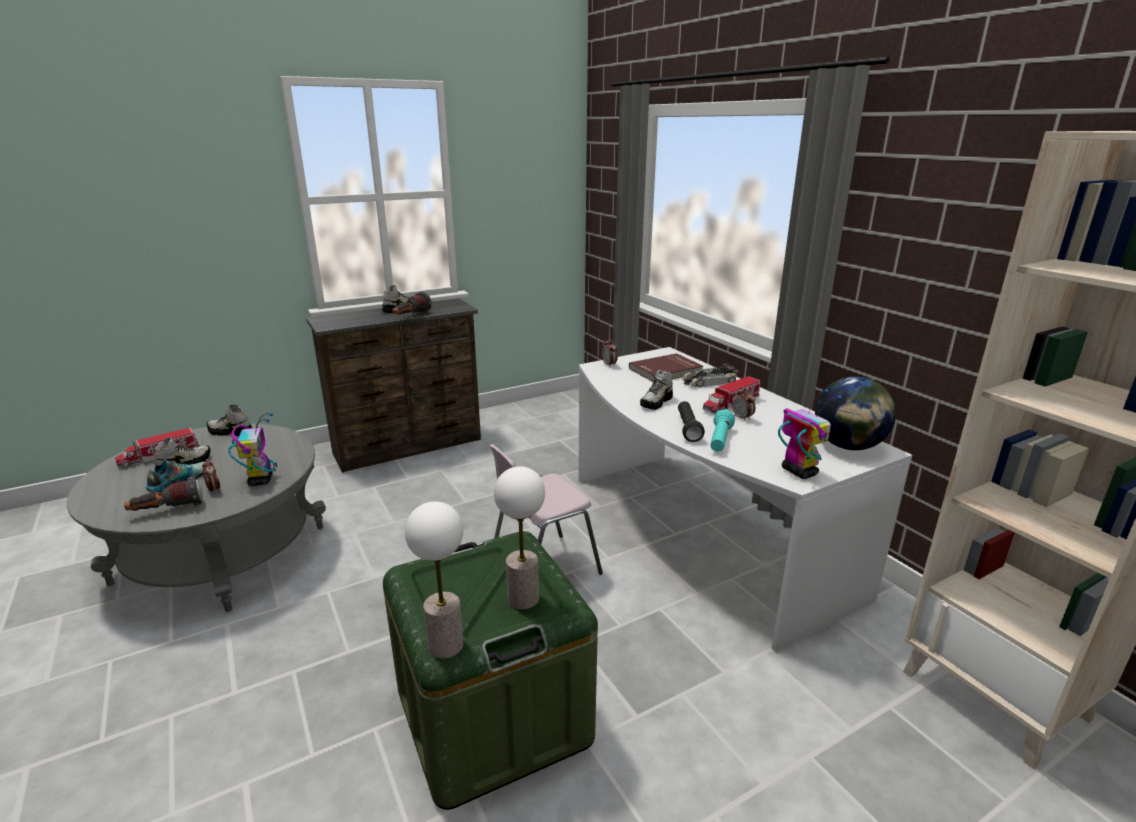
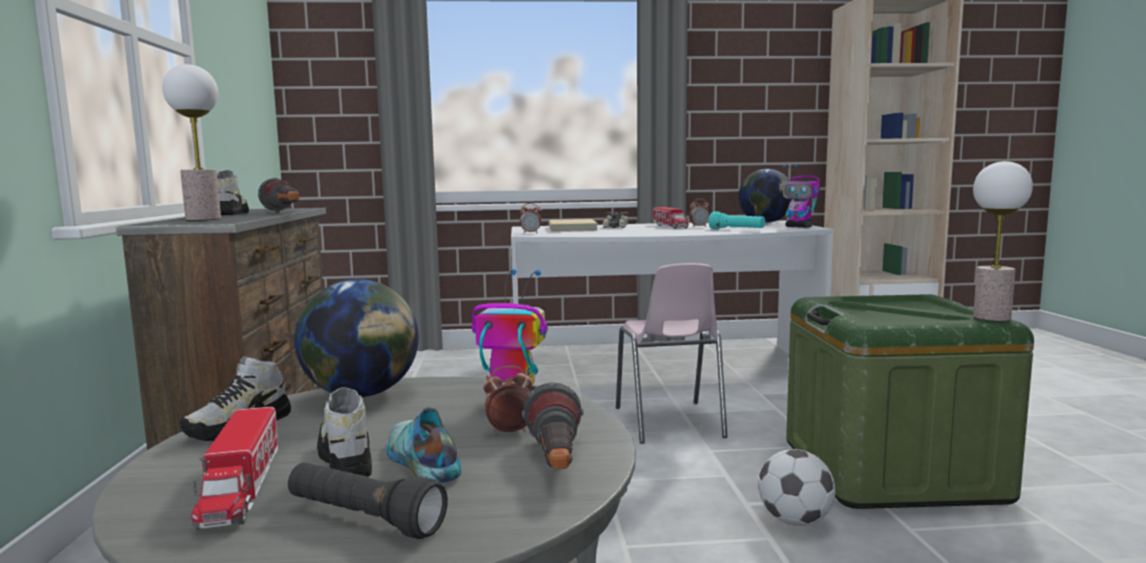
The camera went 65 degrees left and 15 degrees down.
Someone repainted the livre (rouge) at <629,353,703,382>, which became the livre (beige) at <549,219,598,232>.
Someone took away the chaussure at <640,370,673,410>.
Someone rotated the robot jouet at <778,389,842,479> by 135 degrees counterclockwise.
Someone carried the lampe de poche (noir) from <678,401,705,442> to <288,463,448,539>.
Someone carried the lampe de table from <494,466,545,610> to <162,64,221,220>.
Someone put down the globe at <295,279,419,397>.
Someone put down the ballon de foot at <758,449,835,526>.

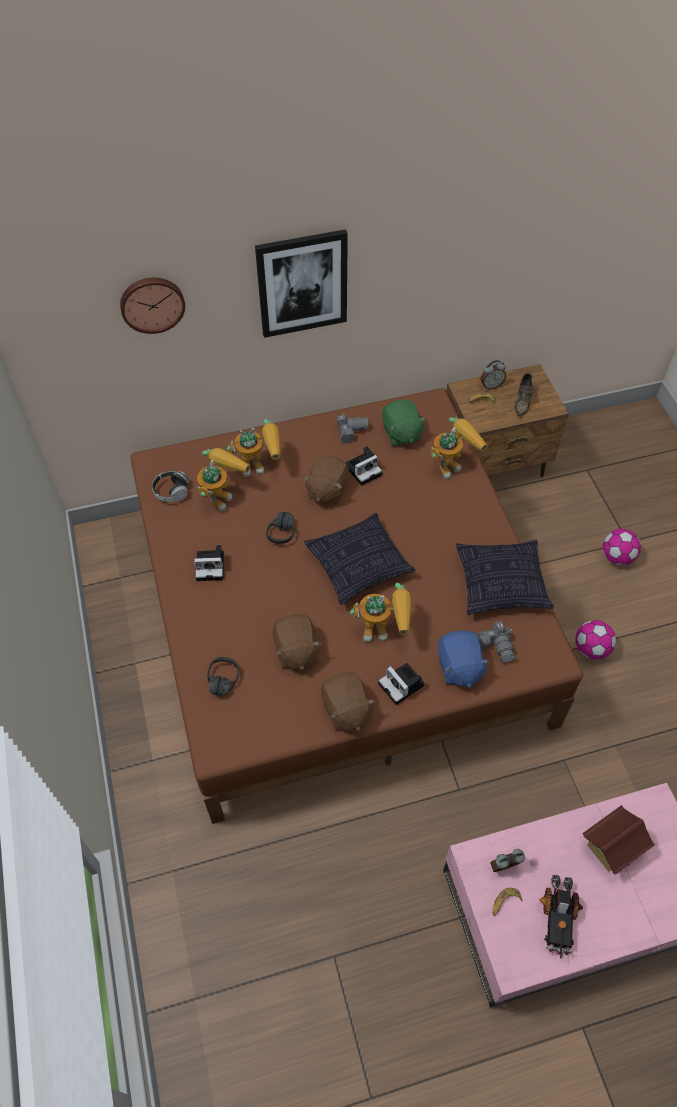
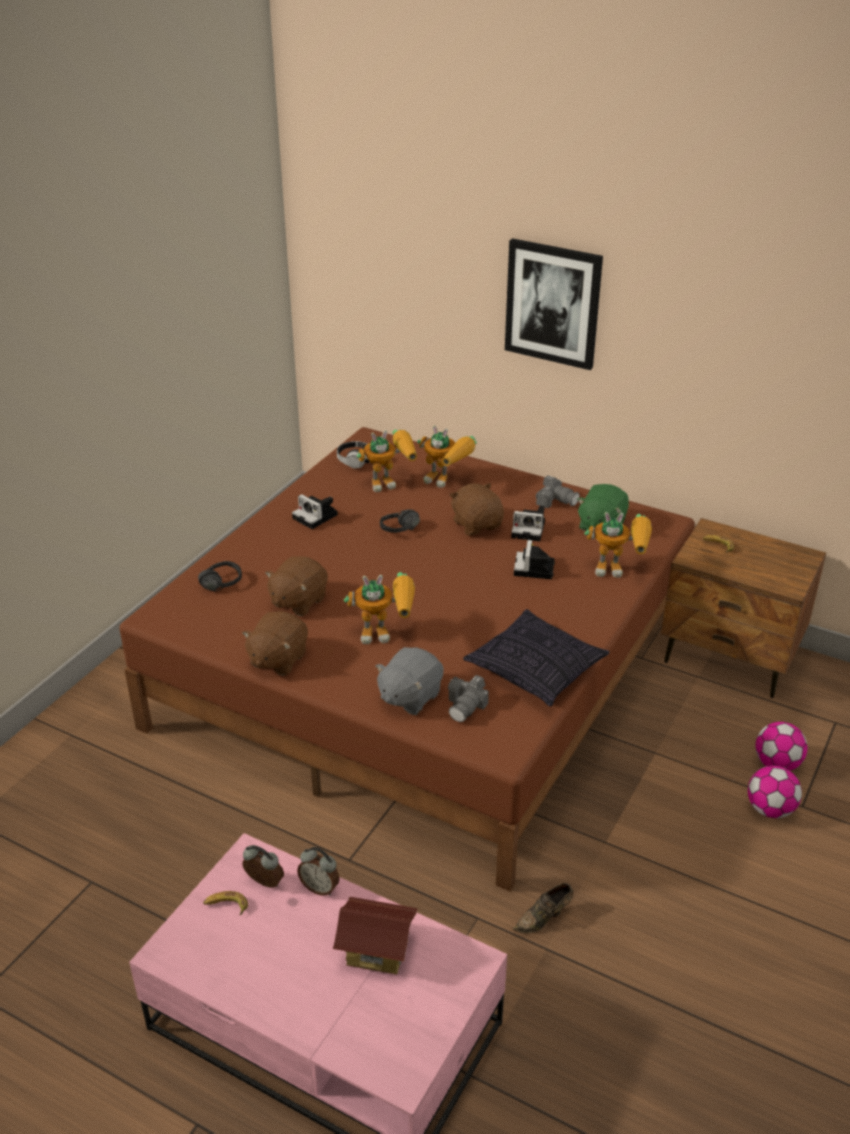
The camera went 45 degrees right and 20 degrees down.
Someone took away the horloge murale at <120,278,185,334>.
Someone carried the réveil from <481,360,506,390> to <297,847,339,896>.
Someone carried the chaussure (marron) from <514,373,534,416> to <512,883,573,934>.
Someone rotated the peluche (marron) at <303,456,349,504> by 90 degrees clockwise.
Someone took away the coussin at <304,513,416,605>.
Someone rotated the robot jouet at <350,583,411,642> by 45 degrees counterclockwise.
Someone carried the ballon de foot from <575,620,616,659> to <755,722,807,771>.
Someone repainted the peluche (bleu) at <438,630,491,688>, which became the peluche (gris) at <375,647,444,715>.
Someone carried the appareil photo from <378,663,425,705> to <514,540,555,579>.
Someone took away the camion jouet at <539,875,583,958>.

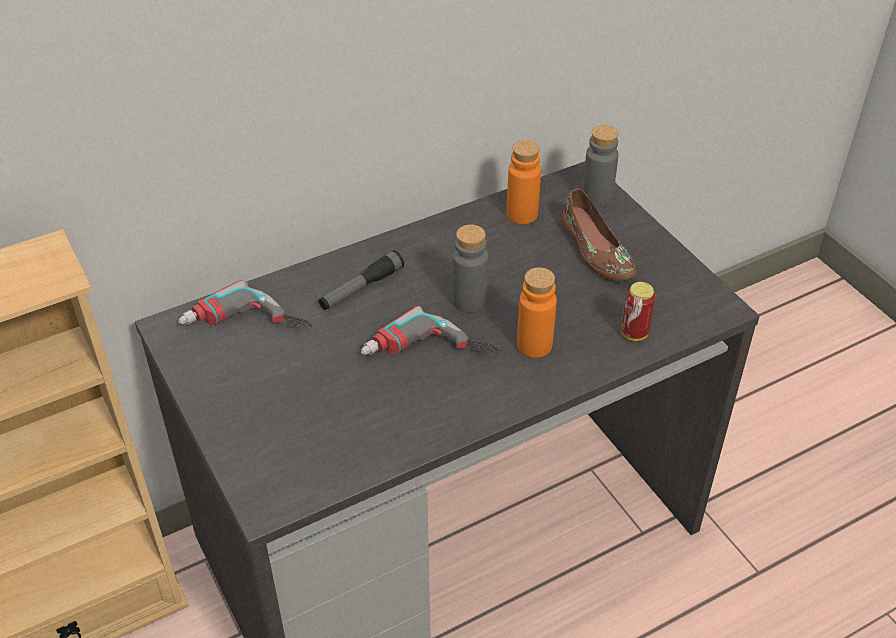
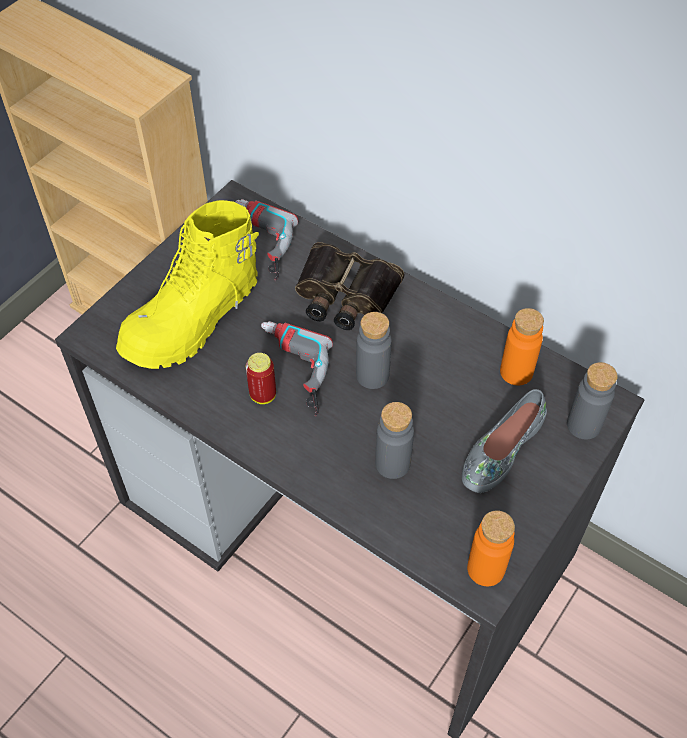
The camera went 65 degrees right and 10 degrees up.
Someone repainted the chaussure (marron) at <561,188,637,282>, which became the chaussure (gris) at <462,389,547,493>.
Someone swapped the lampe de poche at <319,250,404,310> for the jumelles at <295,242,404,330>.
Someone carried the bouteille (orange) from <517,267,557,358> to <467,510,515,586>.
Someone carried the boîte métallique from <621,282,656,341> to <246,353,276,404>.
Someone put down the botte (jaune) at <116,200,259,369>.
Someone put down the bouteille (gris) at <375,402,414,479>.

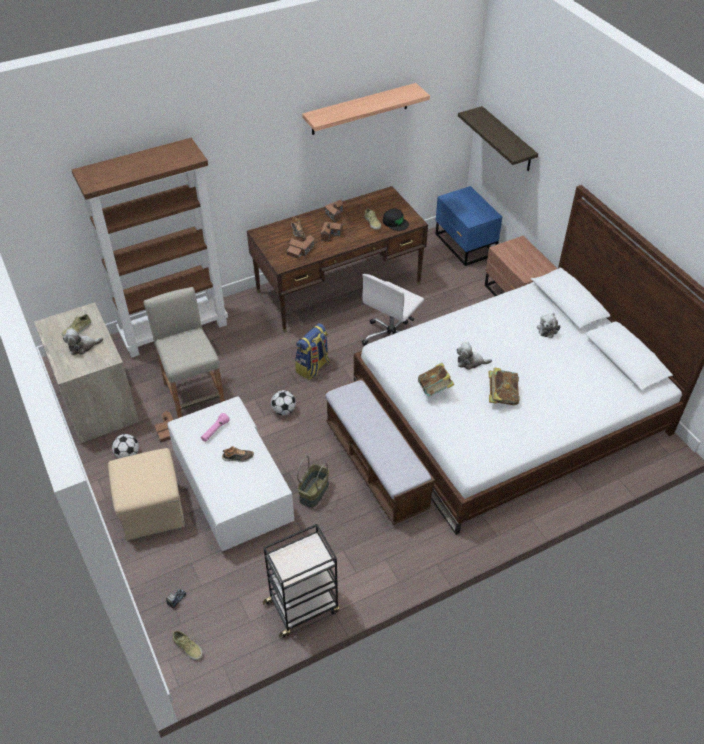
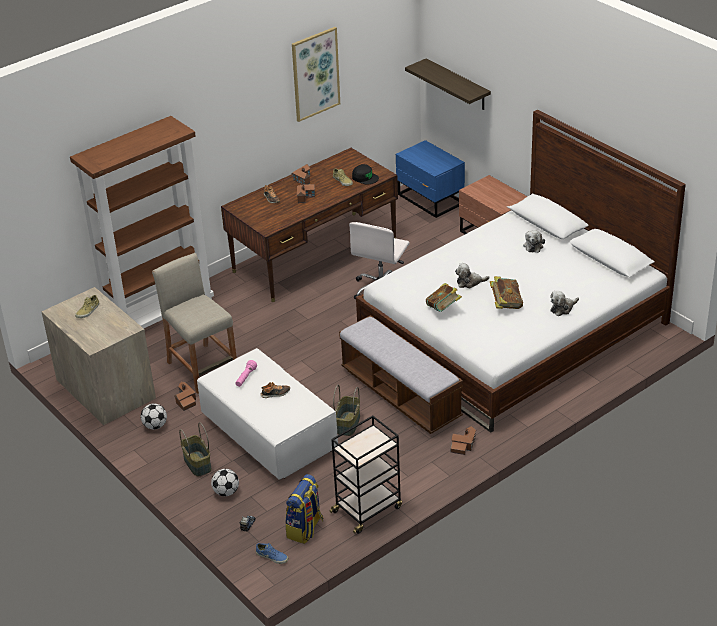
The camera went 10 degrees left and 10 degrees down.
Someone swapped the étagère at <302,83,430,135> for the tableau at <292,27,340,122>.
Someone carried the maison miniature from <287,235,315,259> to <450,426,476,455>.
Someone carried the sac à dos from <295,323,330,380> to <285,474,323,544>.
Someone carried the peluche from <63,328,103,355> to <550,291,579,316>.
Someone carried the ballon de foot from <271,390,296,415> to <211,469,239,496>.
Someone swapped the pouf (beige) at <108,448,185,541> for the panier at <179,422,212,476>.
Someone repainted the chaussure (beige) at <173,631,203,661>, which became the chaussure (bleu) at <256,543,289,564>.

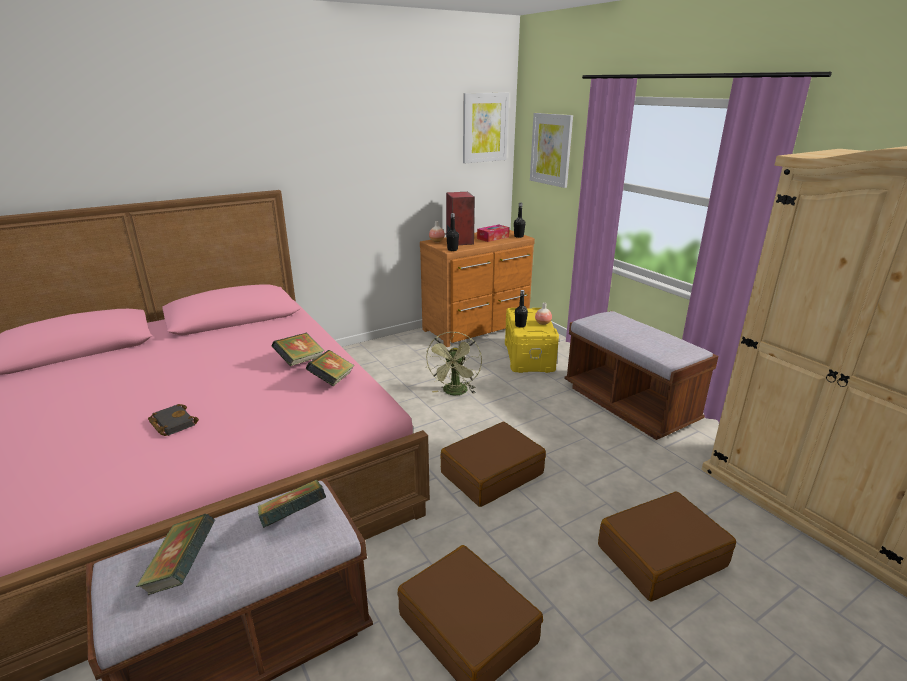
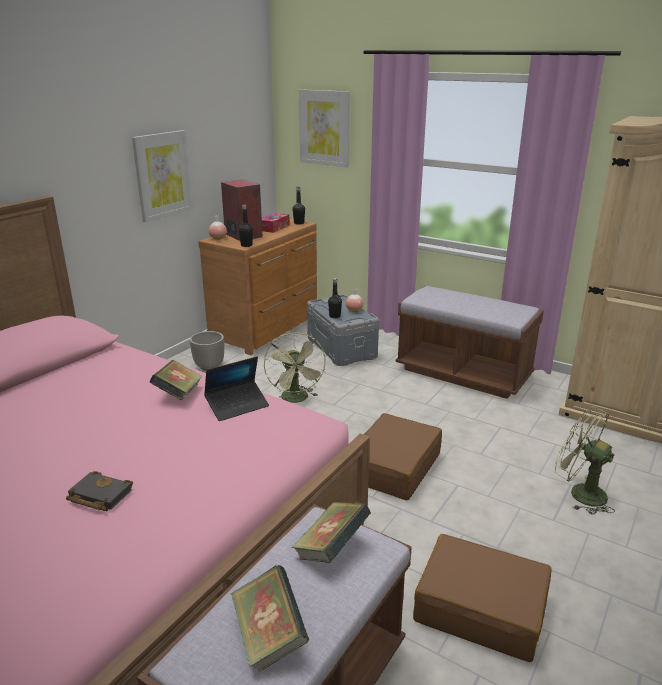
The camera went 25 degrees left and 0 degrees up.
Someone carried the tableau from <463,93,509,163> to <132,130,193,222>.
Someone repainted the boîte de rangement (jaune) at <505,308,559,373>, which became the boîte de rangement (gris) at <307,295,379,366>.
Someone swapped the livre at <306,350,355,386> for the ordinateur portable at <204,357,269,421>.
Someone swapped the valise (marron) at <598,492,736,602> for the ventilateur (vert) at <555,406,615,514>.
Someone put down the cache-pot at <190,331,224,371>.

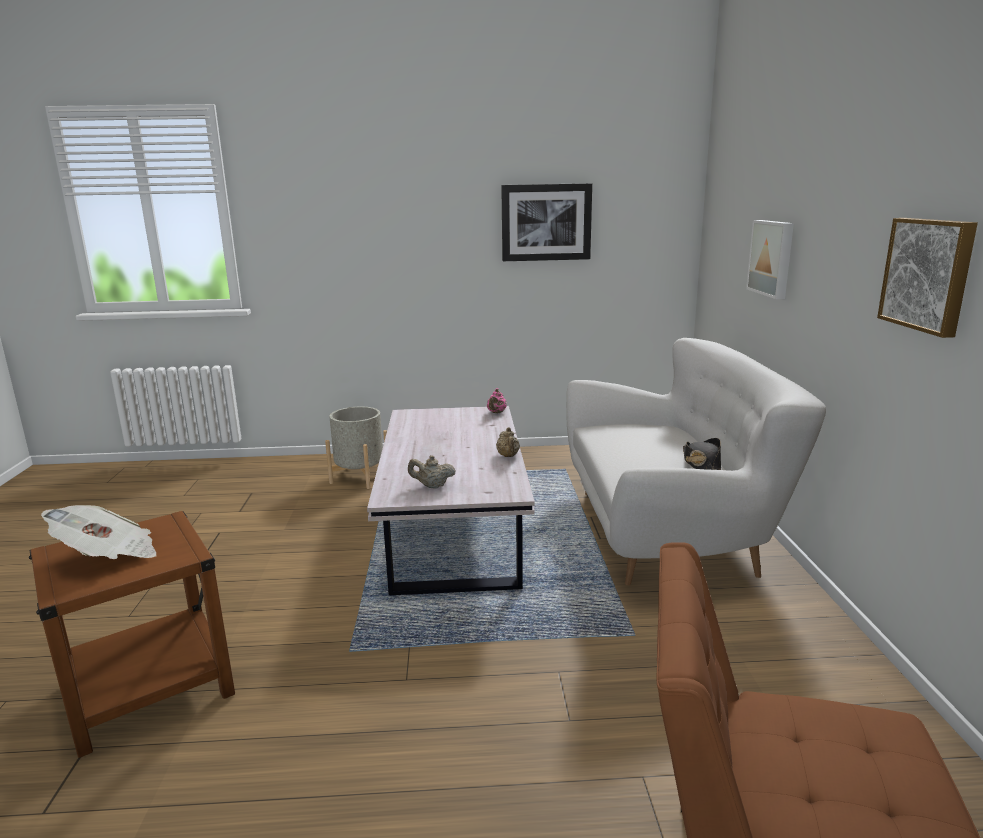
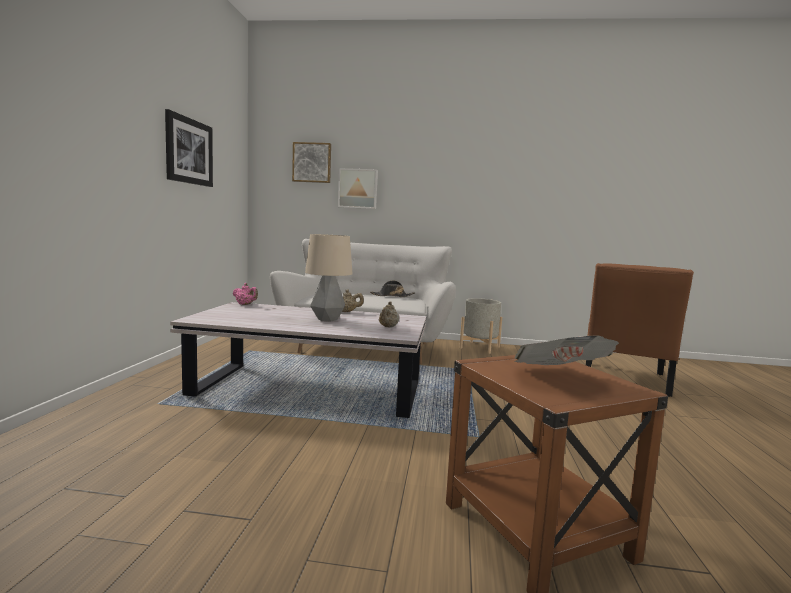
The camera went 80 degrees left and 10 degrees down.
Someone carried the tableau from <877,218,978,338> to <292,142,331,183>.
Someone carried the cache-pot (gris) from <325,407,387,489> to <460,298,502,354>.
Someone put down the lampe de table at <305,234,353,322>.

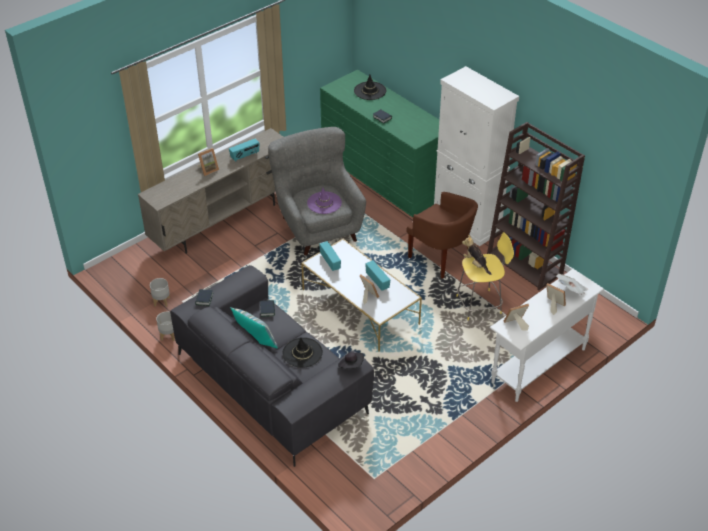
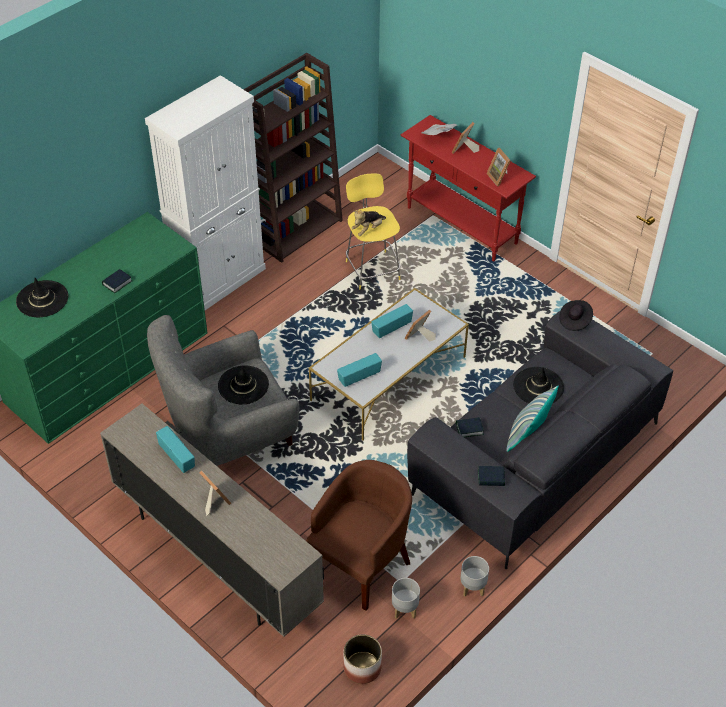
The camera went 95 degrees left and 5 degrees up.
Someone repainted the chapeau (violet) at <307,188,342,214>, which became the chapeau (noir) at <218,365,269,404>.
Someone carried the fauteuil (marron) from <406,192,478,279> to <306,460,412,611>.
Someone repainted the table console (blanc) at <490,269,604,402>, which became the table console (rouge) at <401,115,536,262>.
Someone put down the cache-pot at <343,634,382,684>.

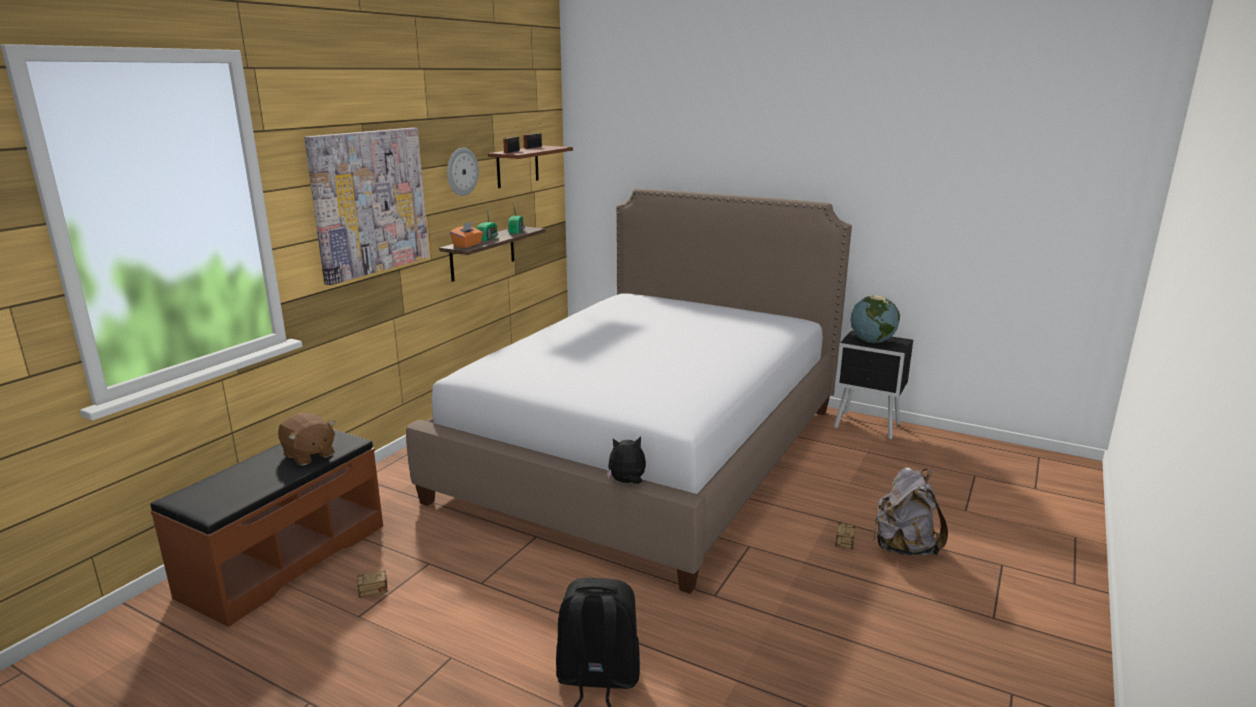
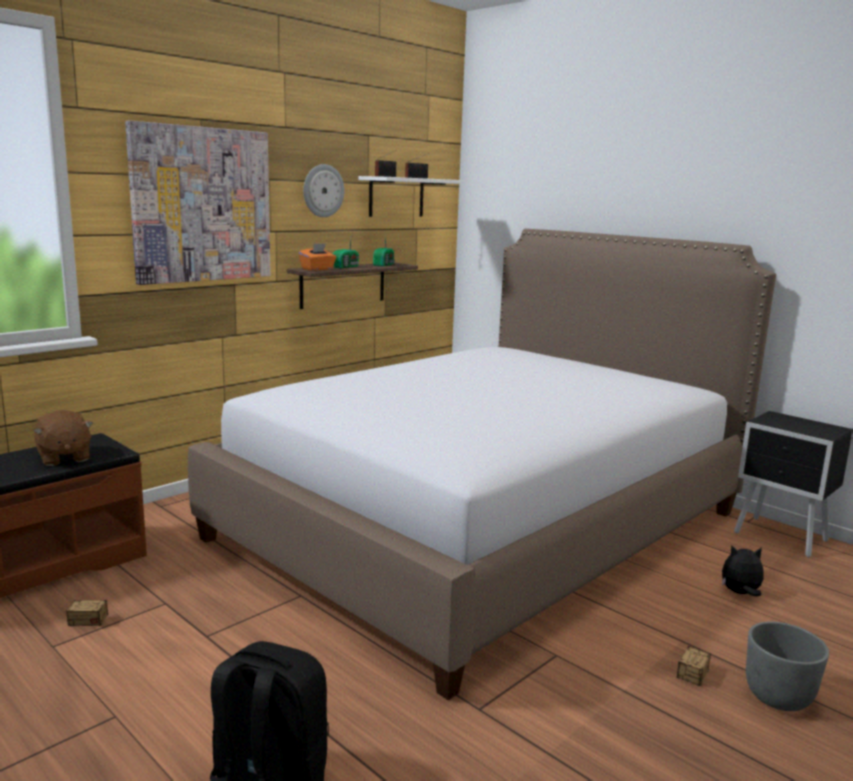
The camera went 15 degrees right and 5 degrees down.
Someone repainted the étagère (marron) at <488,146,573,188>, which became the étagère (blanc) at <358,176,461,217>.
Someone took away the globe at <850,295,900,343>.
Someone carried the peluche from <607,436,646,484> to <722,545,764,597>.
Someone swapped the sac à dos (gris) at <873,467,948,555> for the cache-pot (gris) at <746,621,829,711>.

